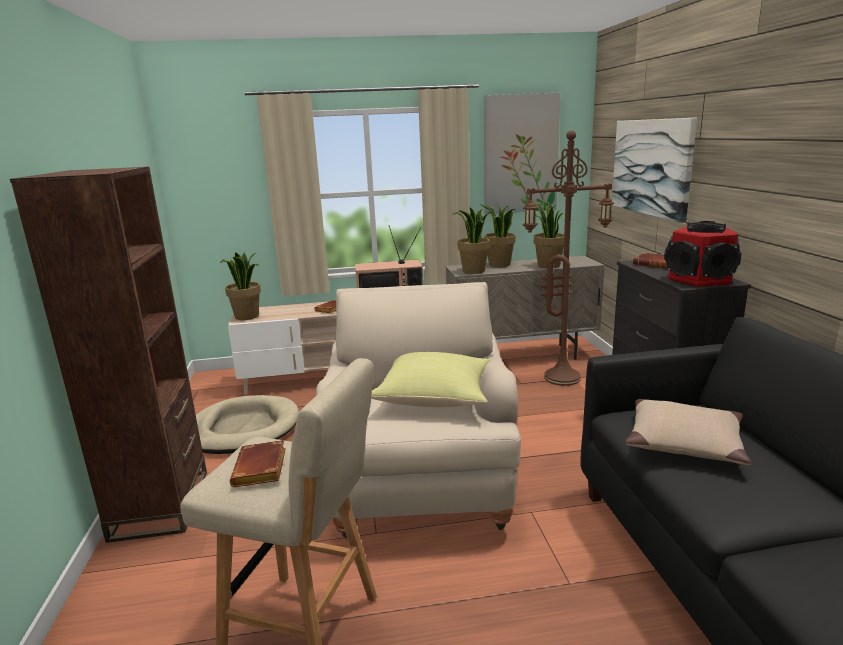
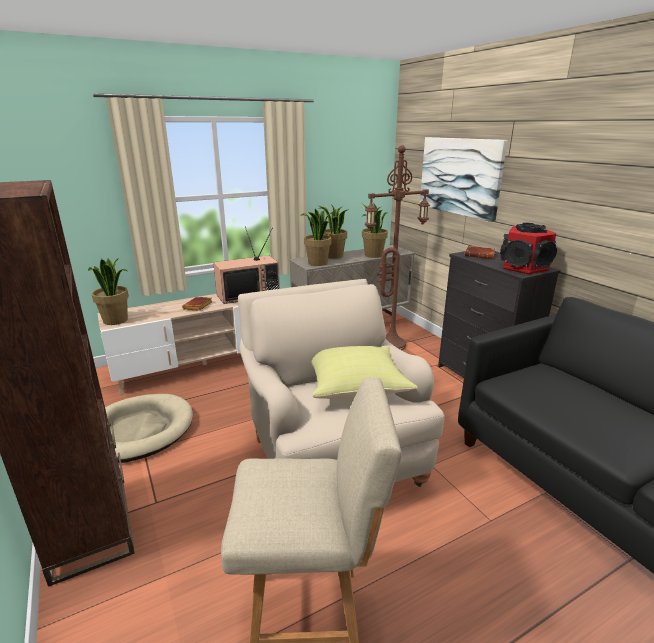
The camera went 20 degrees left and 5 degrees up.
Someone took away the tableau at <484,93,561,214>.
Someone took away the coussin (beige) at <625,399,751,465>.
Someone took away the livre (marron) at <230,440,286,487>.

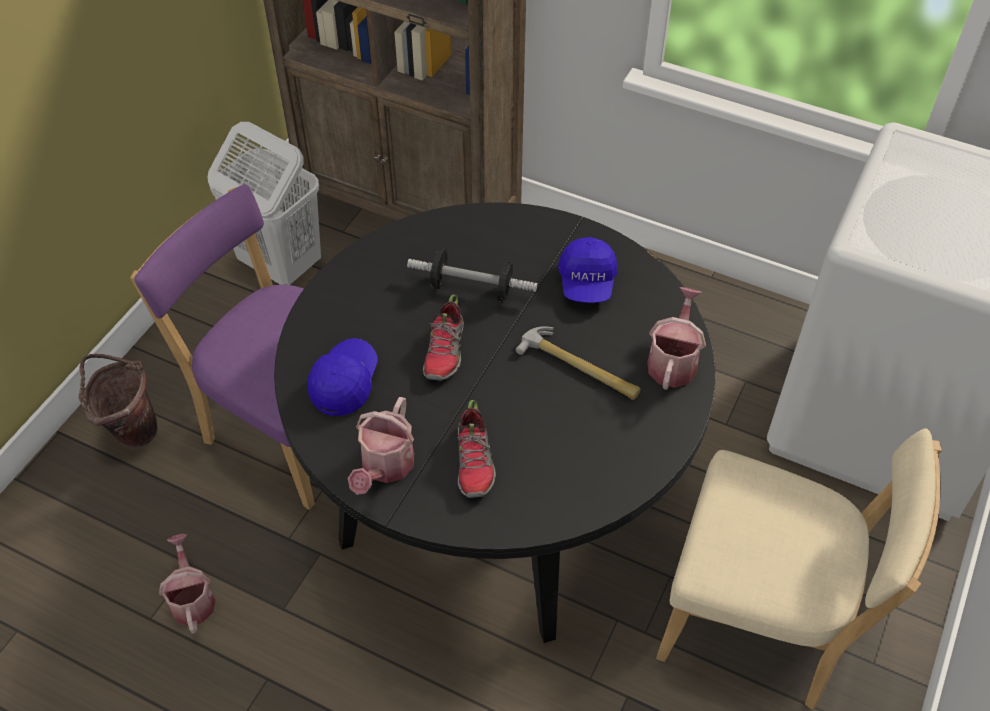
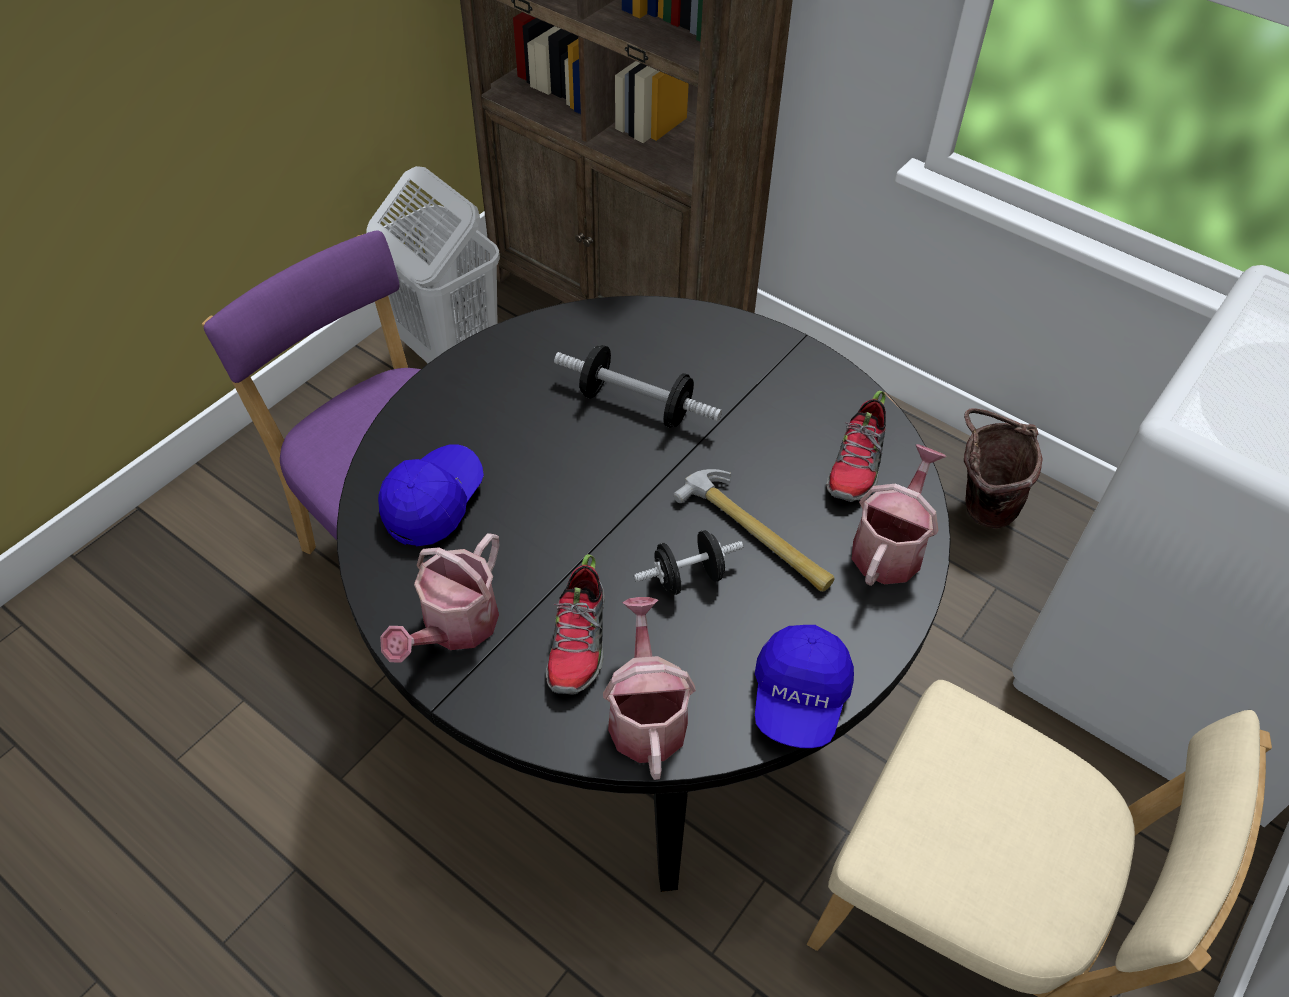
The camera went 10 degrees right and 0 degrees up.
Someone carried the casquette (bleu) from <558,237,617,303> to <755,625,854,748>.
Someone carried the chaussure from <423,295,464,381> to <826,390,886,502>.
Someone carried the seau (marron) from <79,354,158,447> to <964,408,1043,529>.
Someone carried the arrosoir from <159,534,215,634> to <603,597,696,780>.
Someone put down the haltère (noir) at <634,530,743,595>.

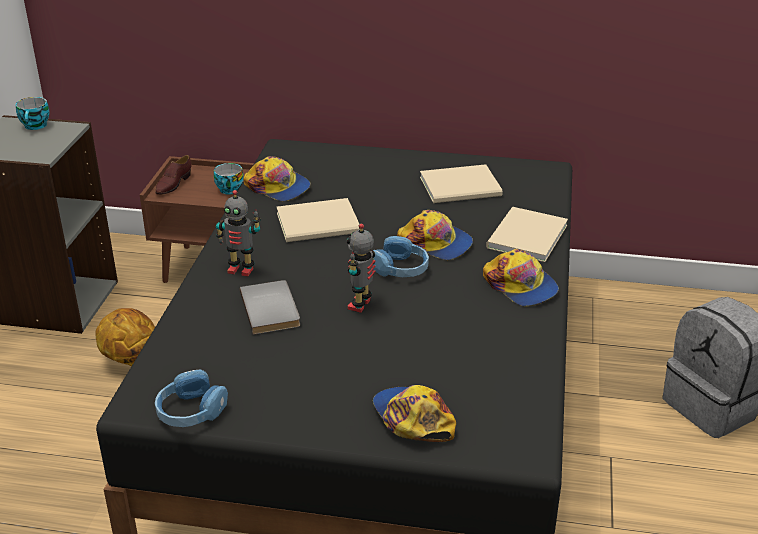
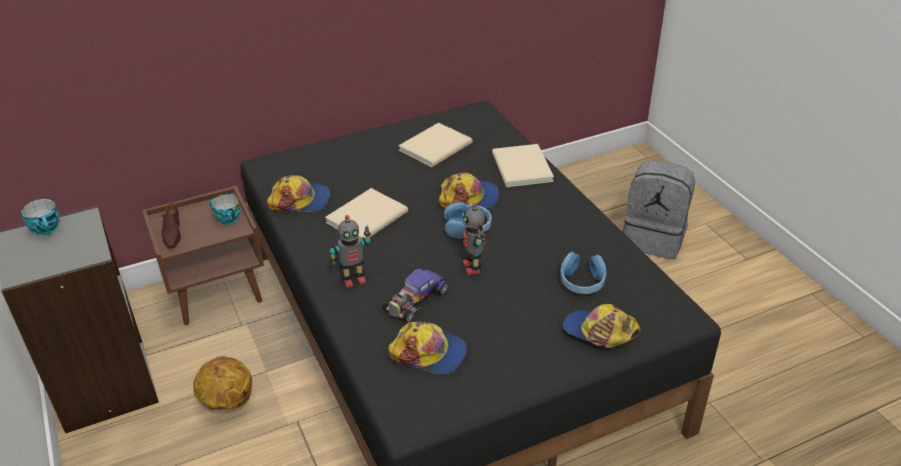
The camera went 35 degrees left and 5 degrees up.
Someone carried the casquette from <483,249,559,306> to <388,322,467,375>.
Someone swapped the livre (gris) at <240,280,300,335> for the petite voiture at <382,268,448,323>.
Someone carried the casque audio (bleu) from <155,370,228,427> to <560,252,606,294>.

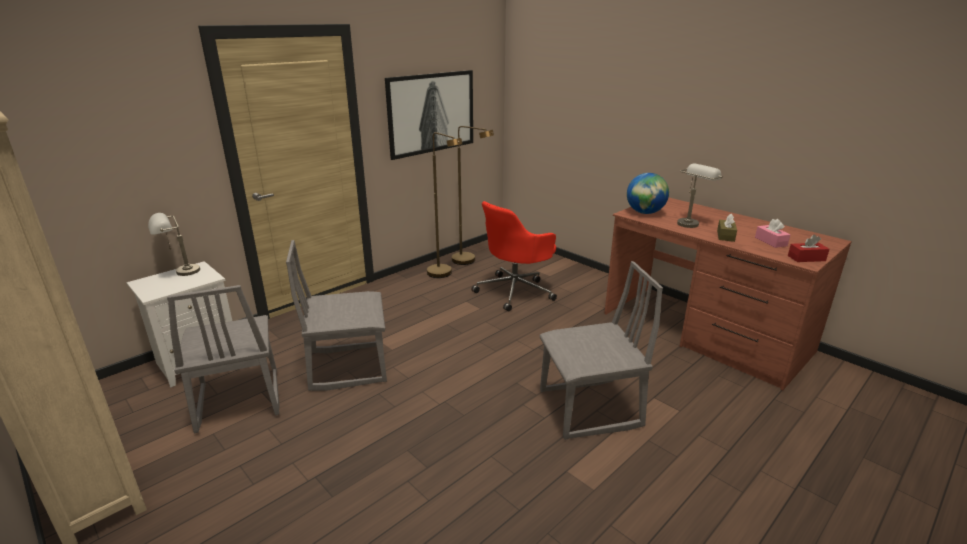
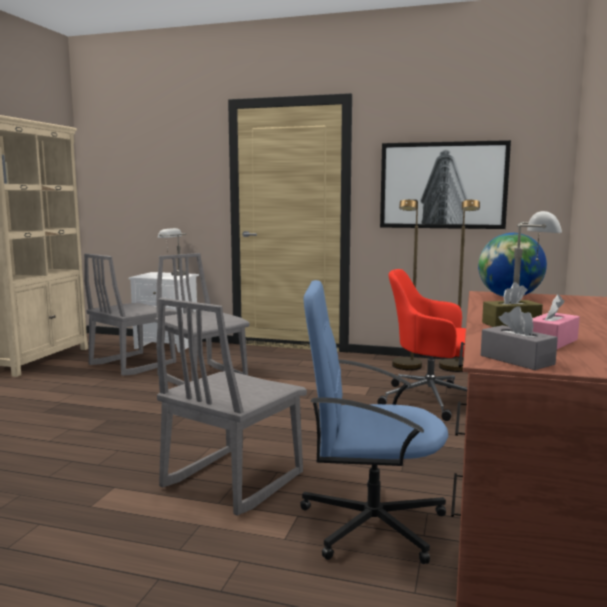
The camera went 60 degrees right and 15 degrees down.
Someone repainted the boîte à mouchoirs (rouge) at <788,235,829,262>, which became the boîte à mouchoirs (gris) at <481,306,558,370>.
Someone rotated the chaise (gris) at <539,261,663,440> by 75 degrees clockwise.
Someone put down the chaise de bureau (bleu) at <300,280,448,564>.

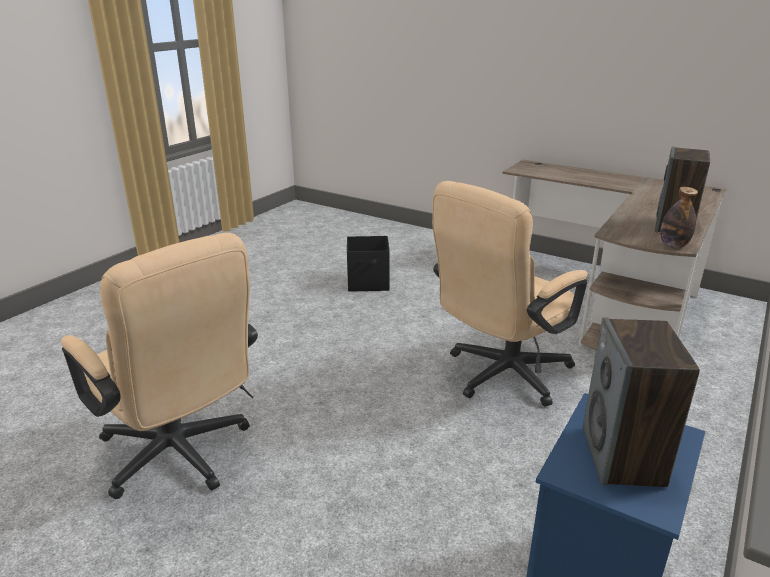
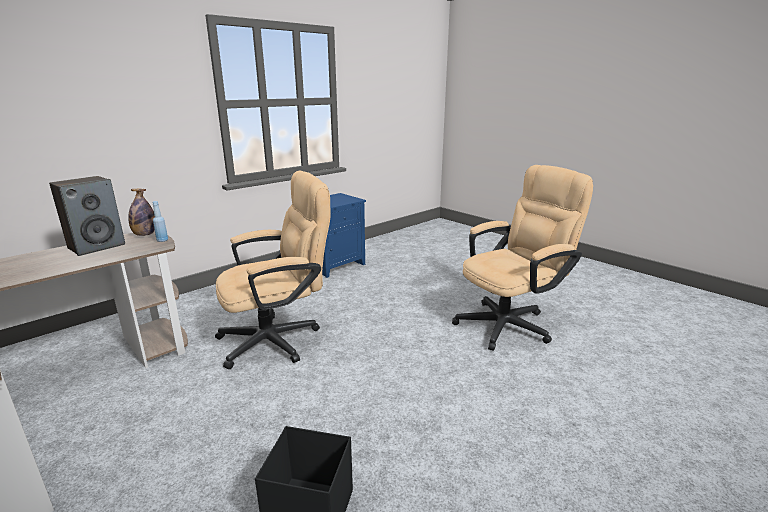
The camera went 165 degrees left and 5 degrees down.
Someone rotated the chaise de bureau (beige) at <61,233,258,499> by 90 degrees clockwise.
Someone took away the enceinte at <583,317,700,487>.
Someone put down the bouteille (bleu) at <152,201,168,242>.

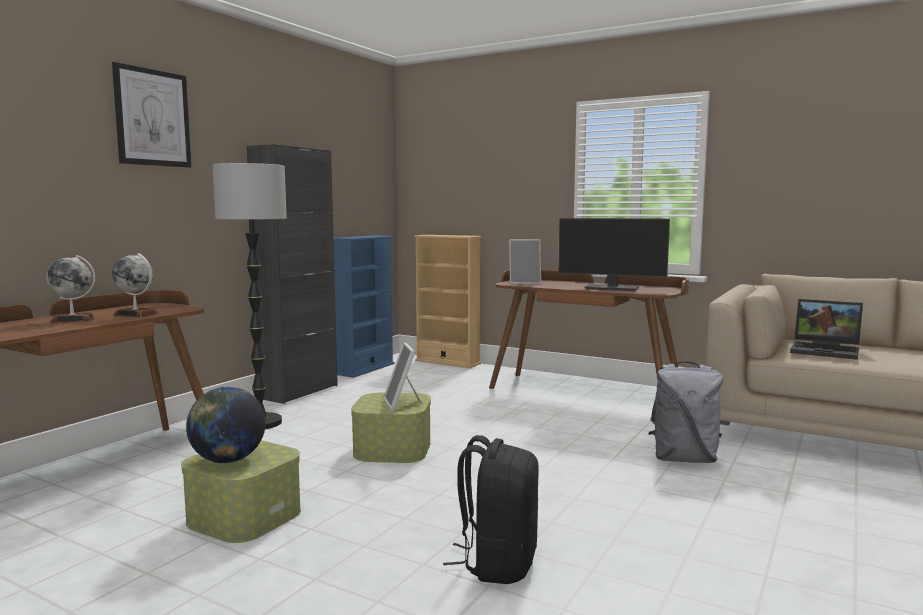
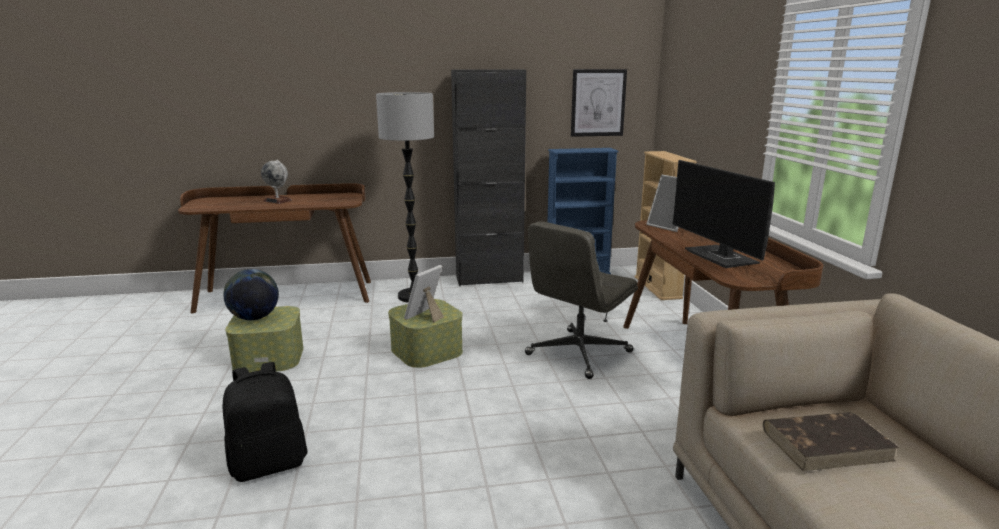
The camera went 50 degrees right and 10 degrees up.
Someone carried the tableau from <112,62,191,168> to <571,69,627,137>.
Someone took away the globe at <112,253,158,317>.
Someone swapped the ordinateur portable at <790,299,863,360> for the livre (marron) at <763,412,899,471>.
Someone took away the sac à dos (gris) at <648,361,723,463>.
Someone put down the chaise de bureau (gris) at <525,221,638,379>.

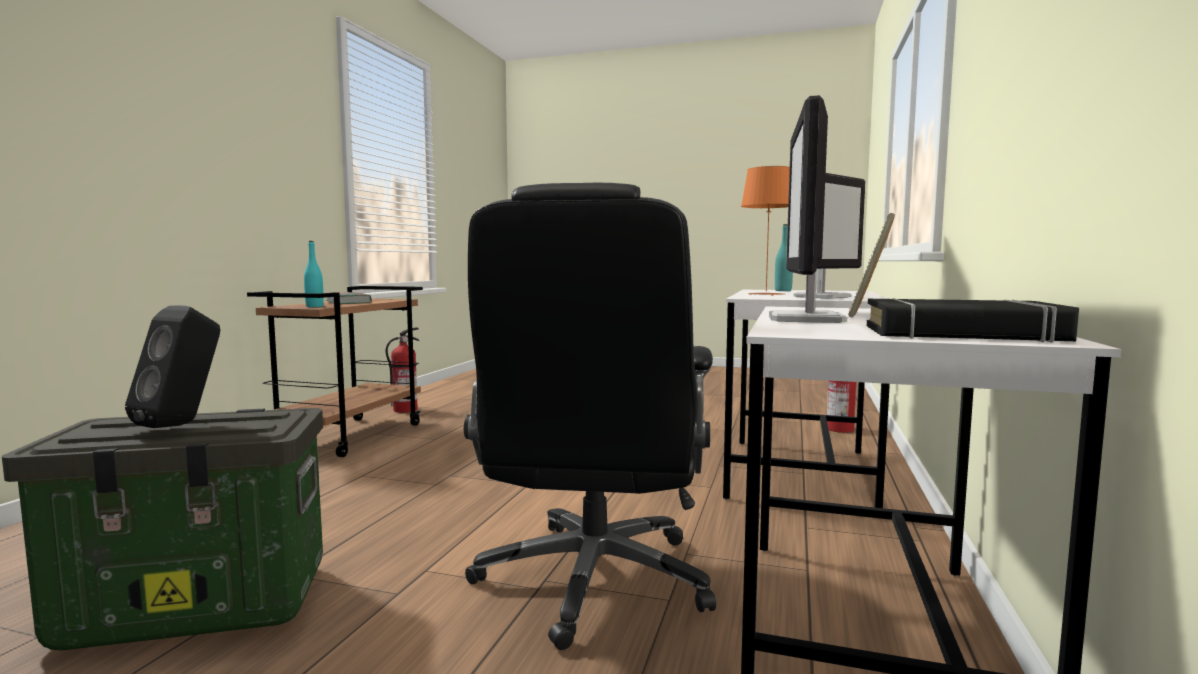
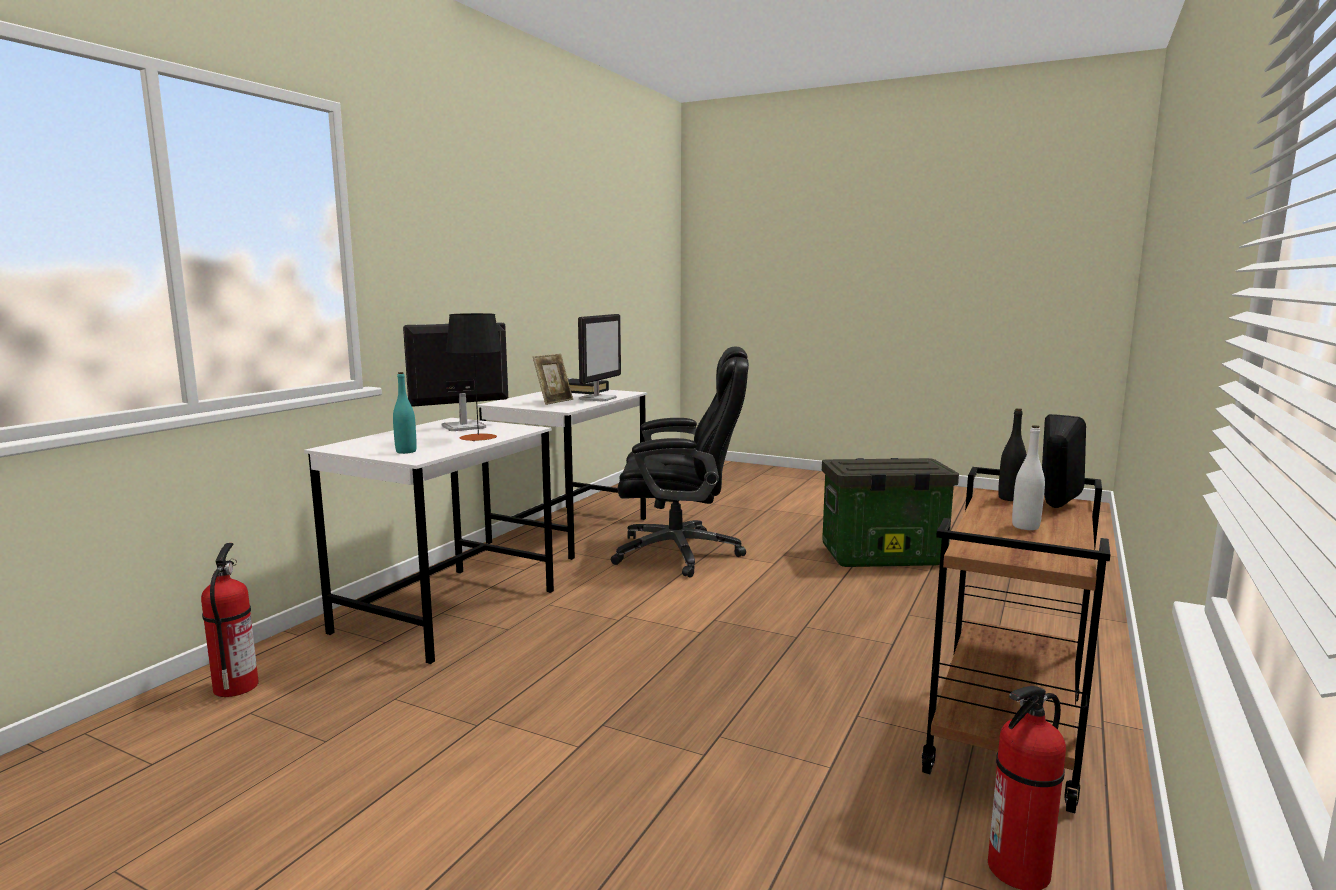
The camera went 170 degrees left and 5 degrees up.
Someone repainted the lampe de table (orange) at <741,166,790,295>, which became the lampe de table (noir) at <446,313,502,441>.
Someone rotated the chaise de bureau (noir) at <464,183,716,650> by 75 degrees clockwise.
Someone repainted the bouteille (turquoise) at <304,241,324,307>, which became the bouteille (noir) at <998,408,1027,501>.
Someone swapped the livre at <326,292,372,304> for the bouteille (blanc) at <1012,425,1045,530>.
Someone carried the enceinte (noir) from <125,305,220,428> to <1042,414,1086,508>.

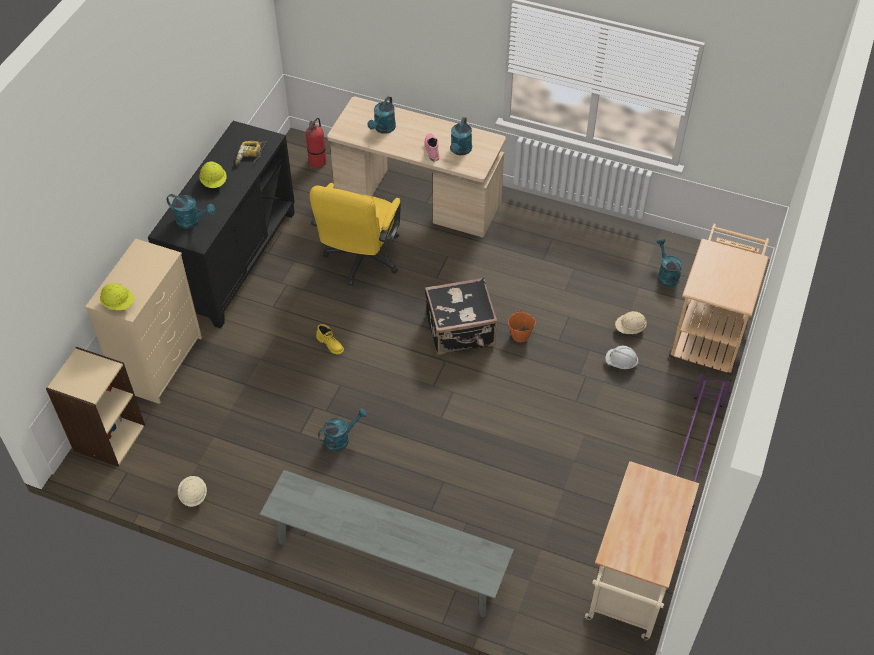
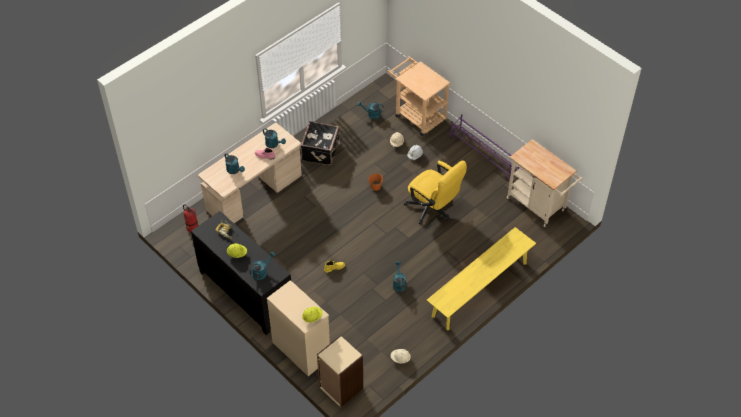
The camera went 65 degrees left and 0 degrees up.
Someone carried the chaise de bureau (jaune) from <310,183,401,286> to <404,160,467,225>.
Someone carried the valise (noir) from <425,278,498,355> to <301,121,340,165>.
Someone repainted the banc (gris) at <260,470,514,617>, which became the banc (jaune) at <427,227,536,330>.

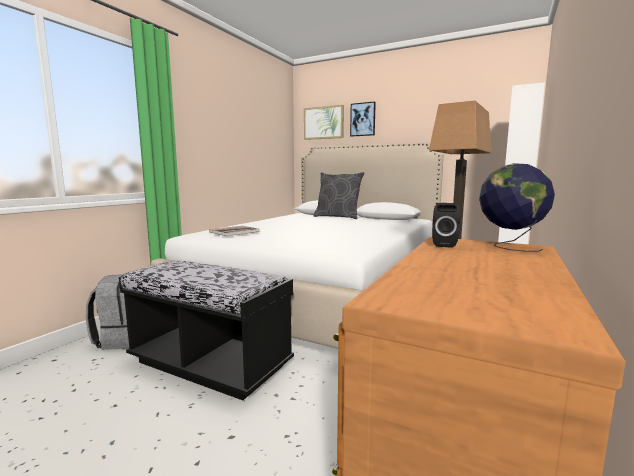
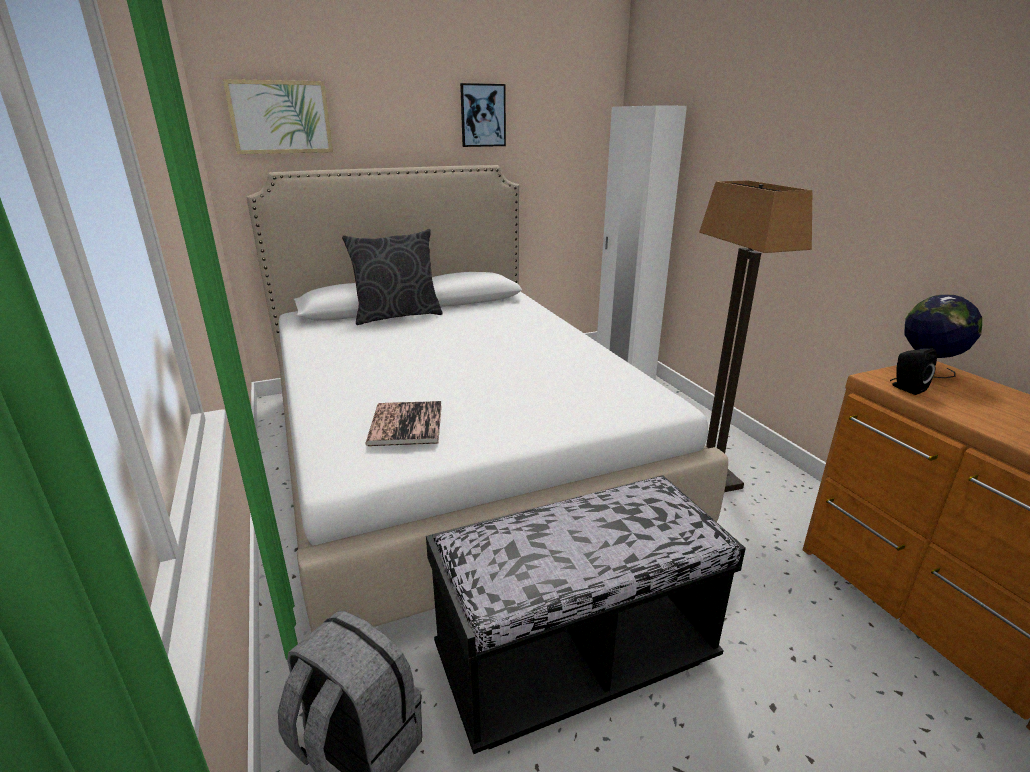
The camera went 50 degrees left and 15 degrees up.
Someone carried the tableau from <350,101,376,137> to <460,83,506,147>.

